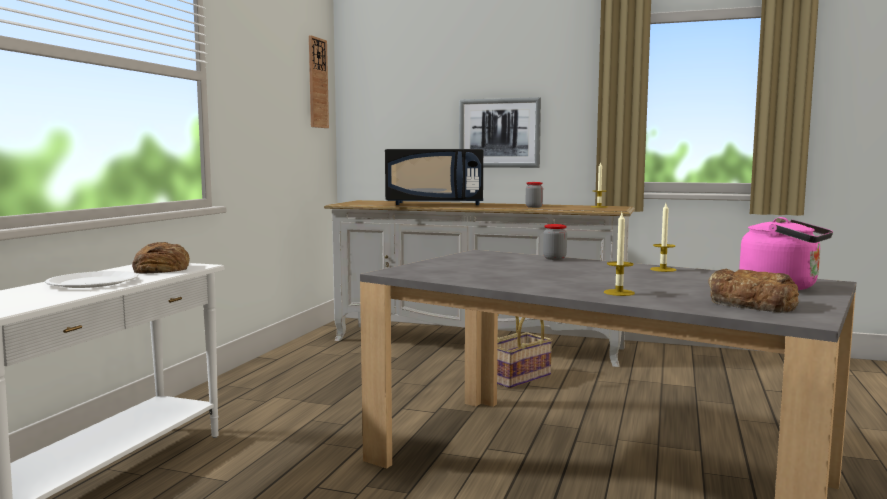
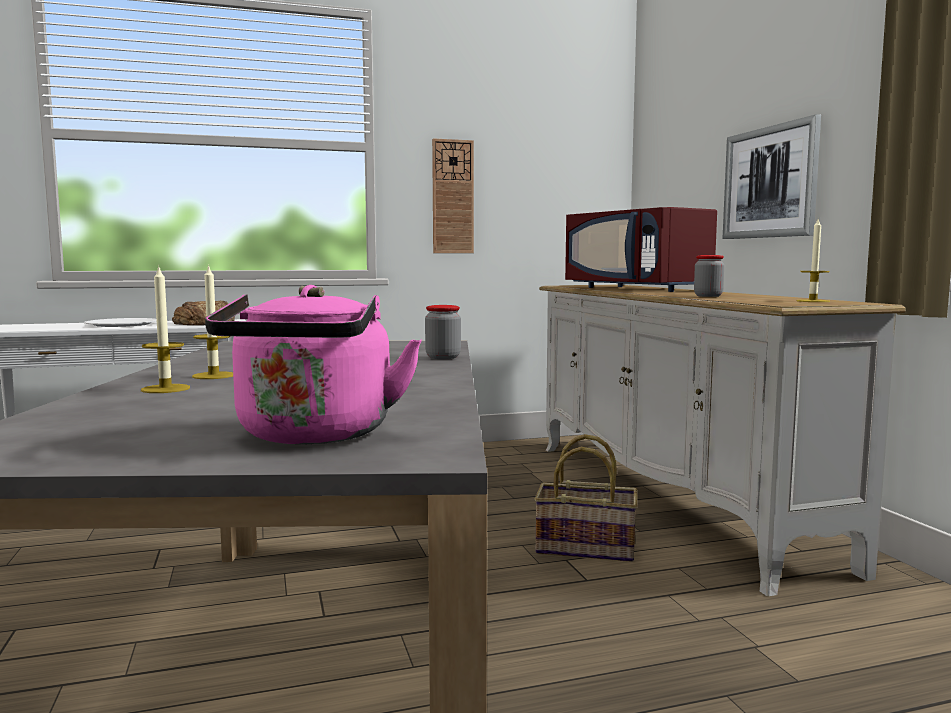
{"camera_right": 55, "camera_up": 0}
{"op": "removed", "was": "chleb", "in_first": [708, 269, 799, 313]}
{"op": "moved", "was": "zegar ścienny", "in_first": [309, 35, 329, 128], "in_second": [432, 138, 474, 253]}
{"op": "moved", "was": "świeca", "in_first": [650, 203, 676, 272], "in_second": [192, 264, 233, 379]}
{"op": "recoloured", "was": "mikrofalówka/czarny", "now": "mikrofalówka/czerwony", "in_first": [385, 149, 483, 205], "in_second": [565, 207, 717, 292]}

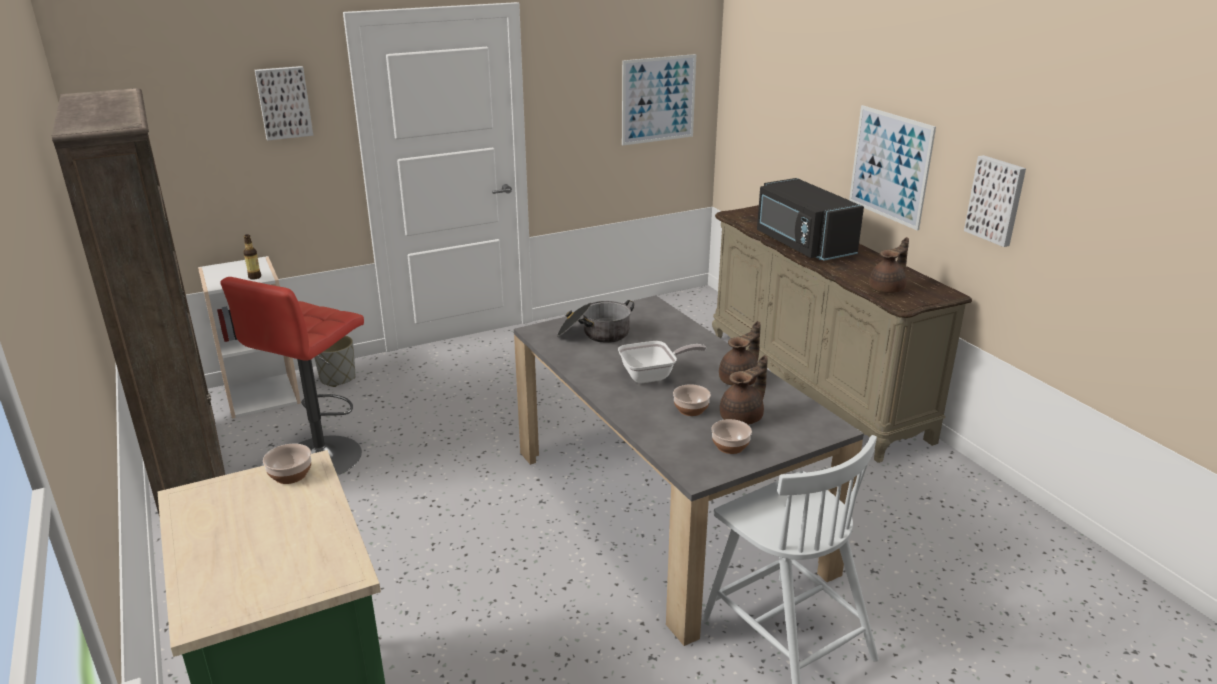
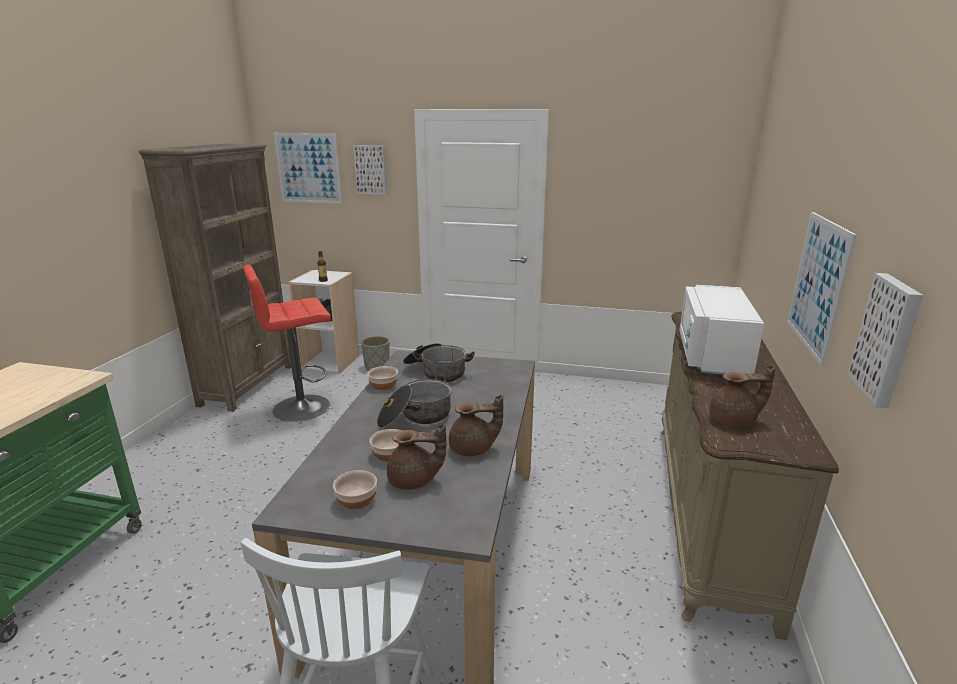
{"camera_right": 40, "camera_up": -5}
{"op": "moved", "was": "miska", "in_first": [263, 444, 311, 484], "in_second": [367, 366, 398, 390]}
{"op": "moved", "was": "obraz", "in_first": [622, 54, 696, 145], "in_second": [274, 133, 342, 203]}
{"op": "replaced", "was": "patelnia", "now": "garnek", "in_first": [618, 341, 706, 383], "in_second": [377, 375, 452, 428]}
{"op": "recoloured", "was": "mikrofalówka/czarny", "now": "mikrofalówka/biały", "in_first": [757, 178, 864, 261], "in_second": [679, 285, 764, 375]}

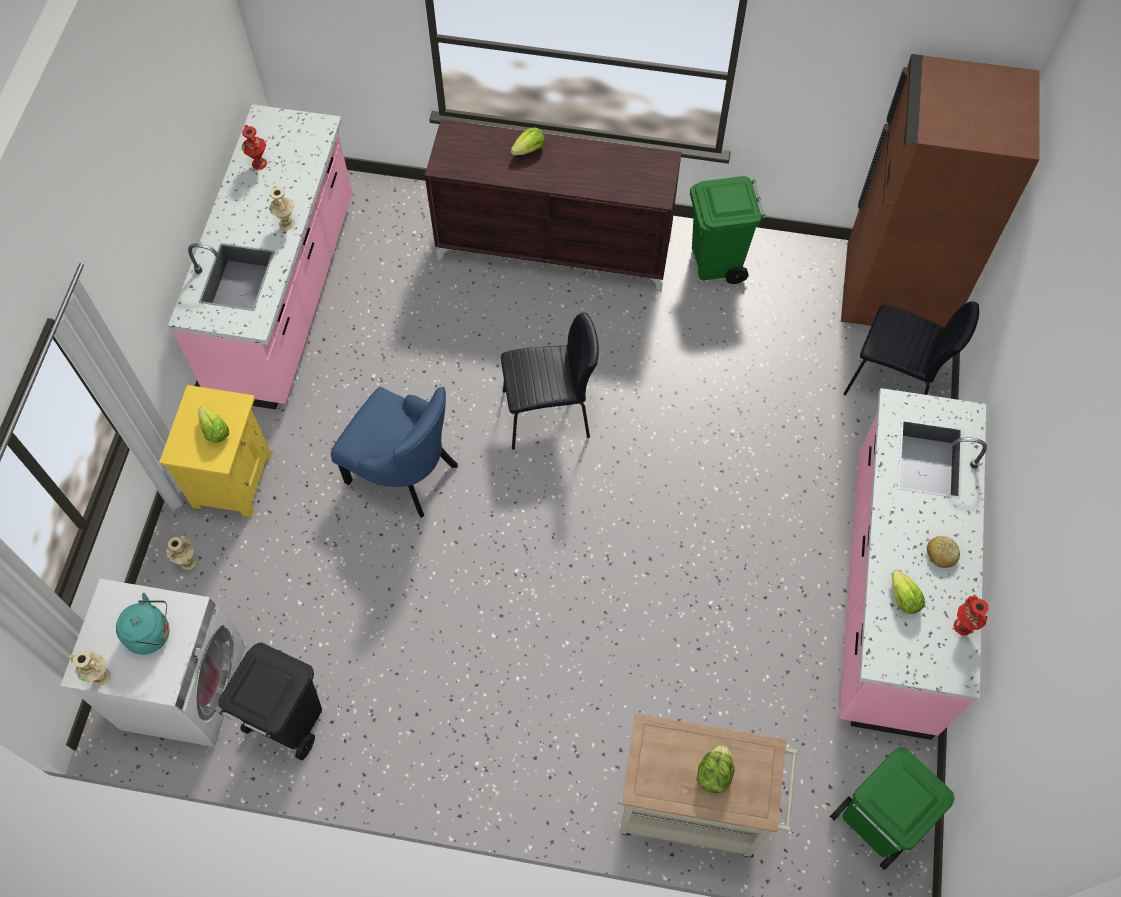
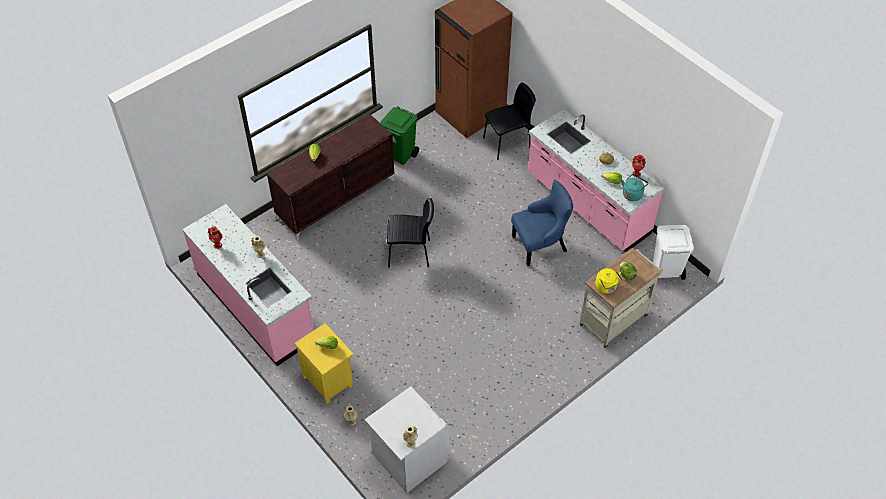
{"camera_right": -50, "camera_up": -10}
{"op": "removed", "was": "kosz na śmieci/czarny", "in_first": [218, 643, 322, 760]}
{"op": "added", "now": "czajnik/żółty", "in_second": [595, 268, 623, 293]}
{"op": "moved", "was": "czajnik/turkusowy", "in_first": [116, 593, 169, 655], "in_second": [621, 174, 649, 201]}
{"op": "moved", "was": "krzesło/niebieski", "in_first": [331, 387, 458, 518], "in_second": [511, 180, 573, 266]}
{"op": "recoloured", "was": "kosz na śmieci/zielony", "now": "kosz na śmieci/biały", "in_first": [830, 747, 954, 870], "in_second": [653, 225, 694, 280]}
{"op": "turned", "was": "krzesło/czarny", "in_first": [501, 312, 599, 450], "in_second": [387, 198, 434, 267], "clockwise": 60}

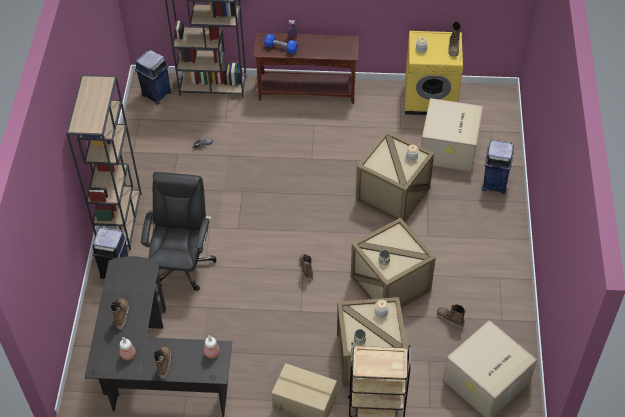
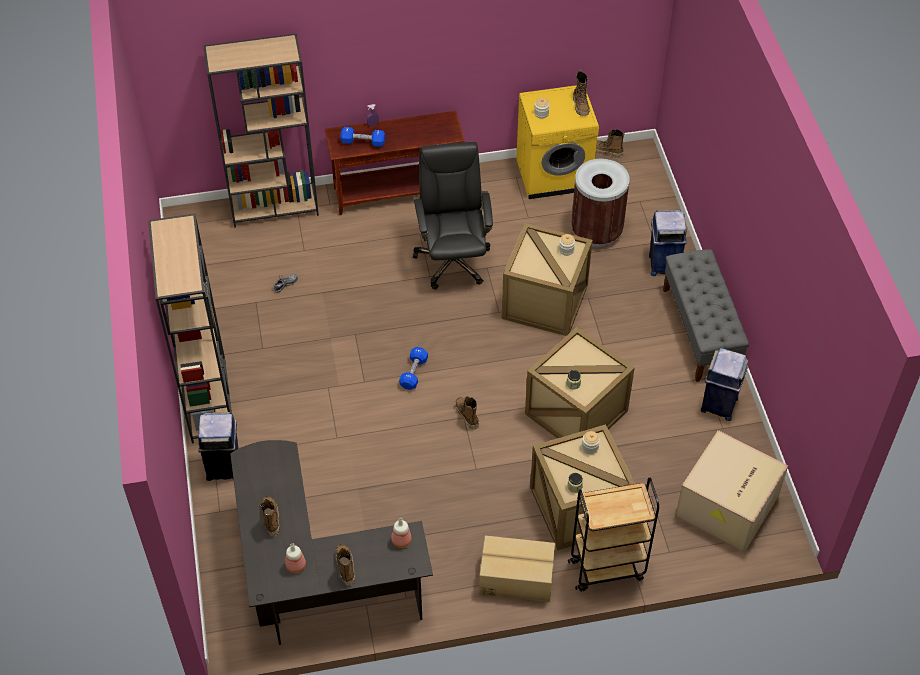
{"camera_right": -15, "camera_up": 0}
{"op": "added", "now": "hantel/niebieski", "in_second": [399, 347, 428, 390]}
{"op": "added", "now": "ławka/szary", "in_second": [663, 249, 749, 382]}
{"op": "moved", "was": "kosz na śmieci/niebieski", "in_first": [135, 50, 172, 105], "in_second": [701, 348, 749, 421]}
{"op": "moved", "was": "krzesło biurowe/czarny", "in_first": [141, 172, 216, 291], "in_second": [413, 142, 493, 290]}
{"op": "moved", "was": "but z cholewką", "in_first": [437, 304, 466, 328], "in_second": [596, 129, 625, 158]}
{"op": "replaced", "was": "karton", "now": "kosz na śmieci/brązowy", "in_first": [421, 98, 483, 172], "in_second": [571, 158, 630, 247]}

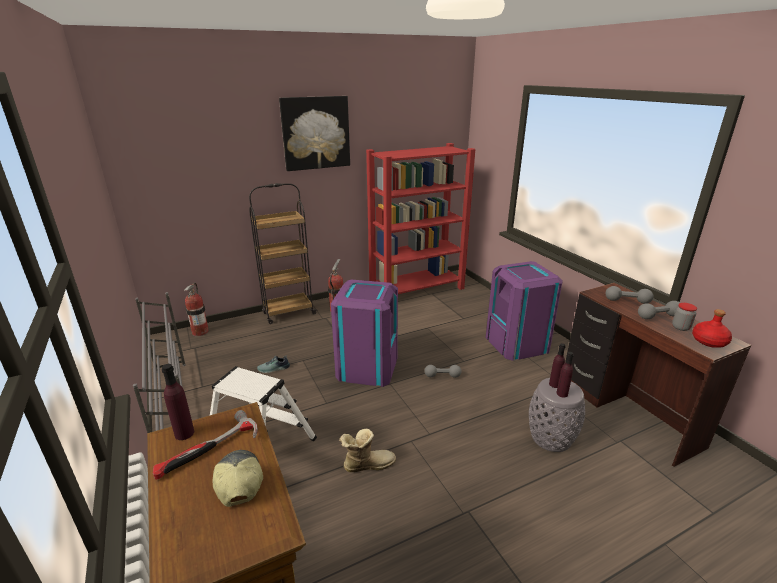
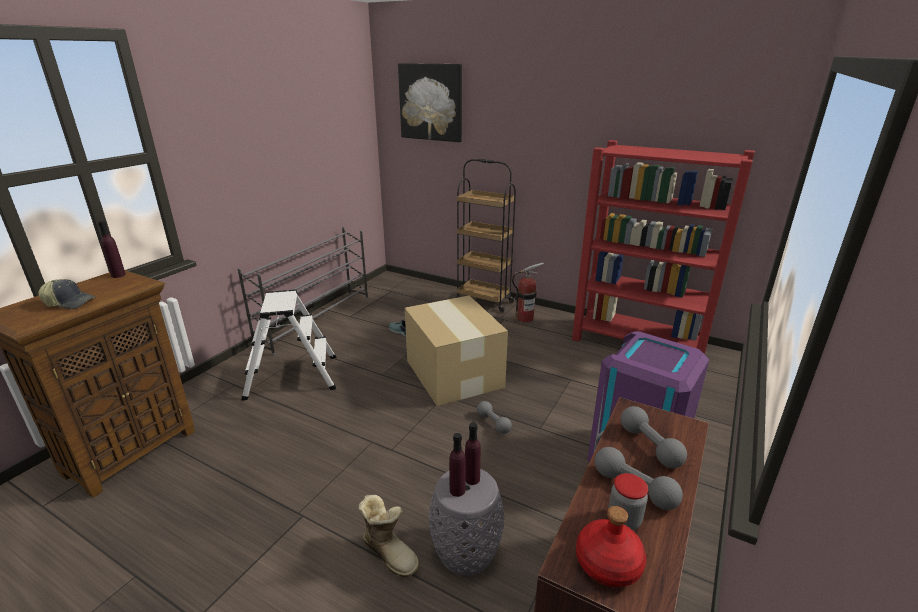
{"camera_right": 55, "camera_up": 0}
{"op": "removed", "was": "młotek", "in_first": [153, 410, 258, 480]}
{"op": "removed", "was": "gaśnica", "in_first": [184, 282, 209, 336]}
{"op": "moved", "was": "obraz", "in_first": [279, 96, 350, 171], "in_second": [398, 63, 462, 142]}
{"op": "moved", "was": "but z cholewką", "in_first": [339, 429, 396, 472], "in_second": [358, 495, 419, 577]}
{"op": "replaced", "was": "kosz na śmieci/fioletowy", "now": "karton", "in_first": [331, 280, 398, 387], "in_second": [405, 296, 508, 406]}
{"op": "turned", "was": "czapka z daszkiem", "in_first": [213, 450, 263, 507], "in_second": [38, 279, 96, 309], "clockwise": 60}

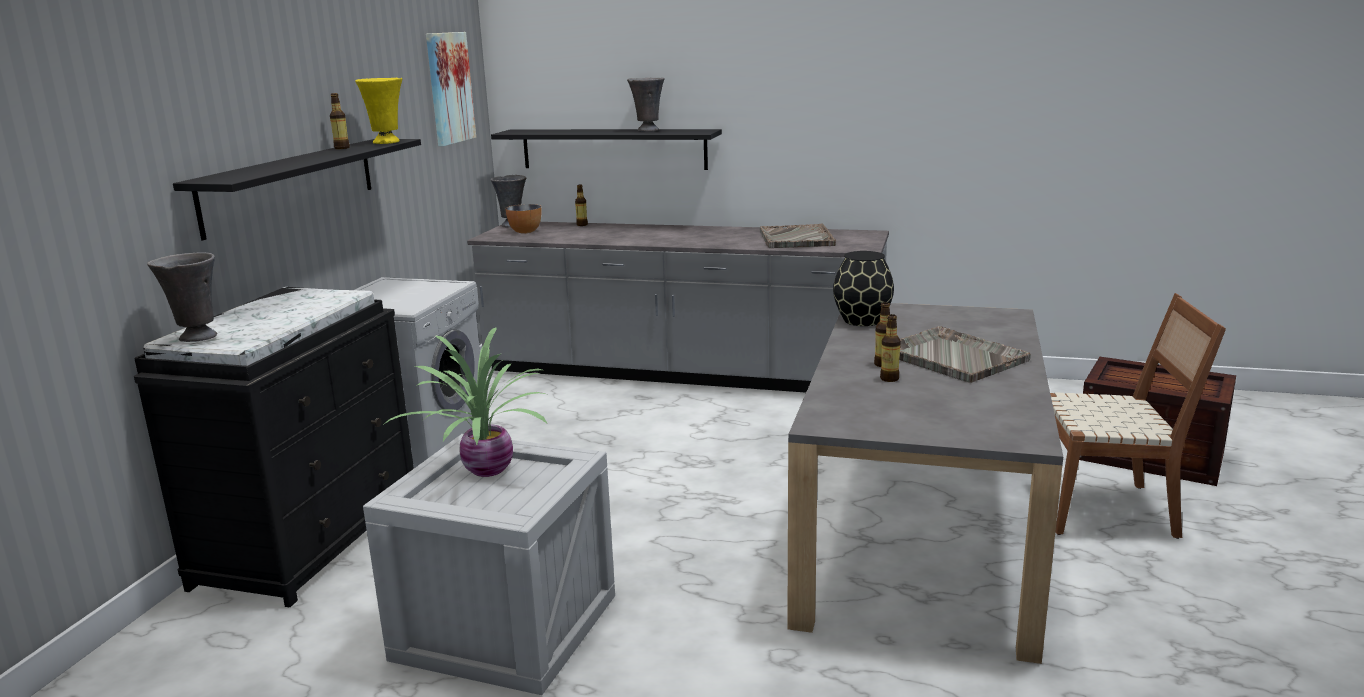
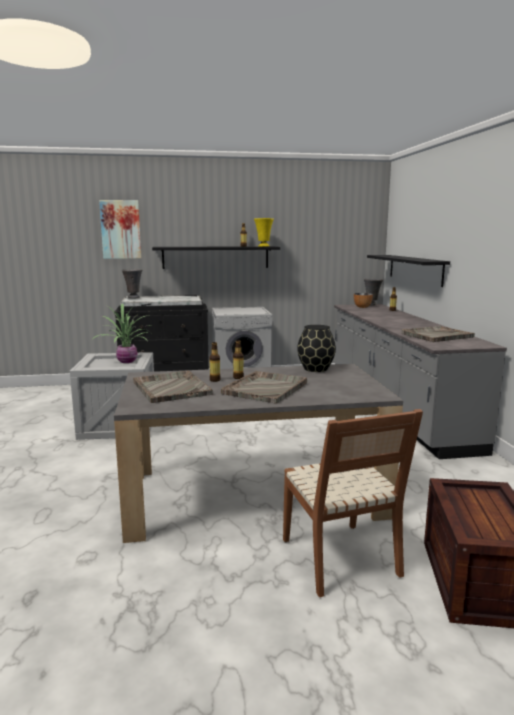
{"camera_right": 65, "camera_up": -5}
{"op": "removed", "was": "wazon/szary", "in_first": [627, 78, 664, 131]}
{"op": "added", "now": "taca/szary", "in_second": [133, 371, 213, 403]}
{"op": "moved", "was": "obraz", "in_first": [426, 32, 476, 146], "in_second": [99, 200, 141, 259]}

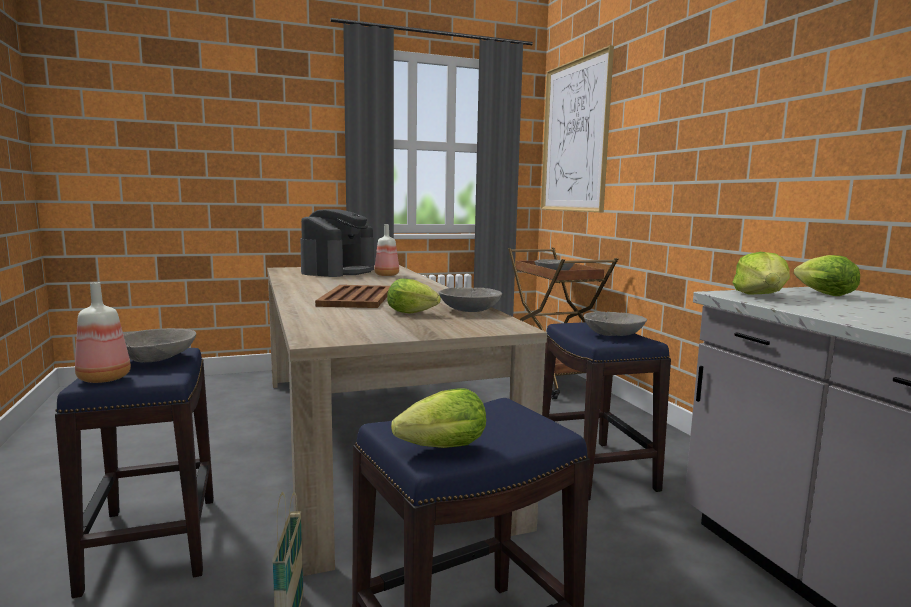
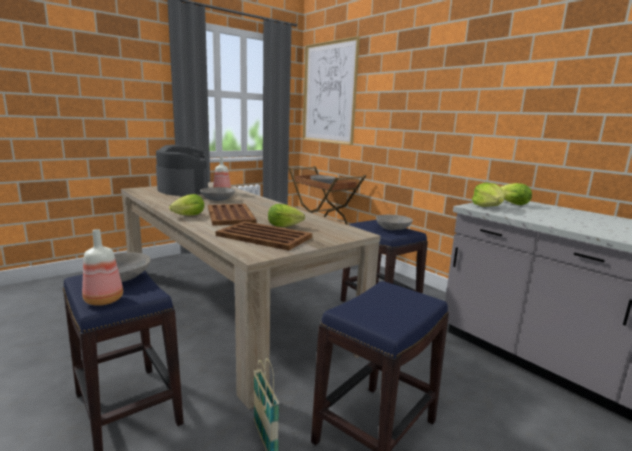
{"camera_right": -20, "camera_up": 5}
{"op": "added", "now": "taca/brązowy", "in_second": [216, 221, 312, 251]}
{"op": "moved", "was": "sałata", "in_first": [391, 388, 486, 448], "in_second": [169, 194, 204, 216]}
{"op": "moved", "was": "miska/szary", "in_first": [438, 287, 502, 312], "in_second": [200, 187, 235, 201]}
{"op": "turned", "was": "ekspres do kawy", "in_first": [301, 209, 374, 277], "in_second": [156, 145, 209, 196], "clockwise": -45}

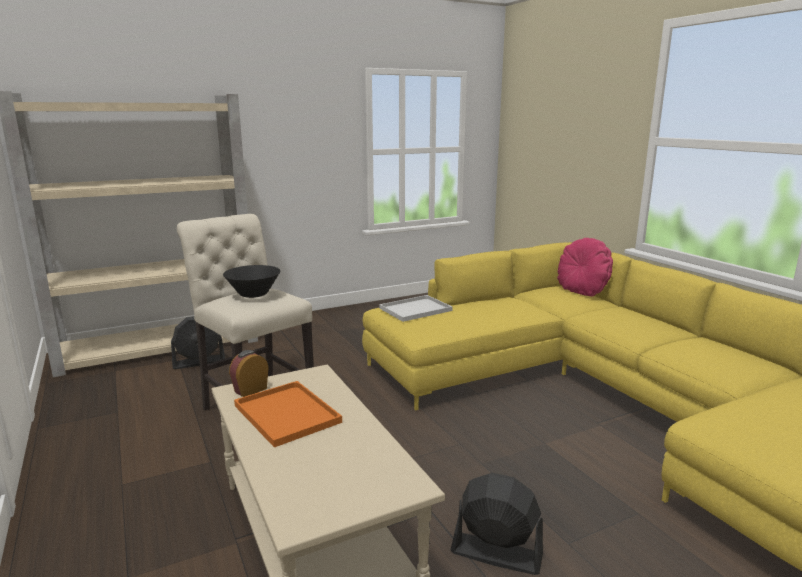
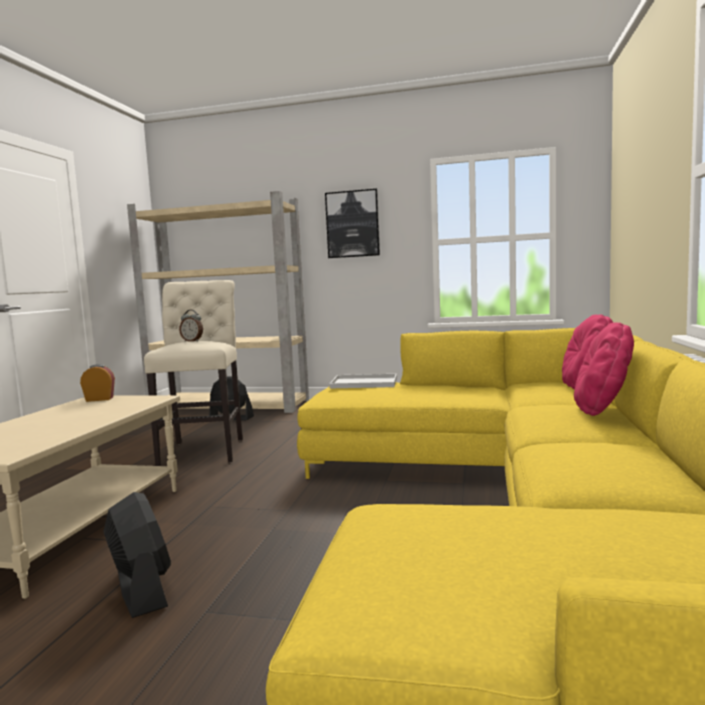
{"camera_right": 40, "camera_up": -10}
{"op": "removed", "was": "taca/pomarańczowy", "in_first": [234, 381, 342, 447]}
{"op": "added", "now": "obraz", "in_second": [325, 189, 380, 258]}
{"op": "added", "now": "poduszka/różowy", "in_second": [574, 322, 634, 416]}
{"op": "replaced", "was": "miska/czarny", "now": "budzik", "in_first": [223, 265, 280, 298], "in_second": [179, 310, 203, 342]}

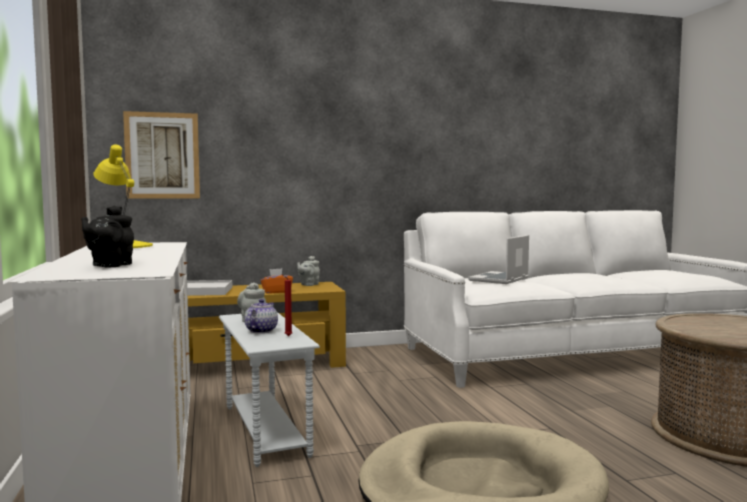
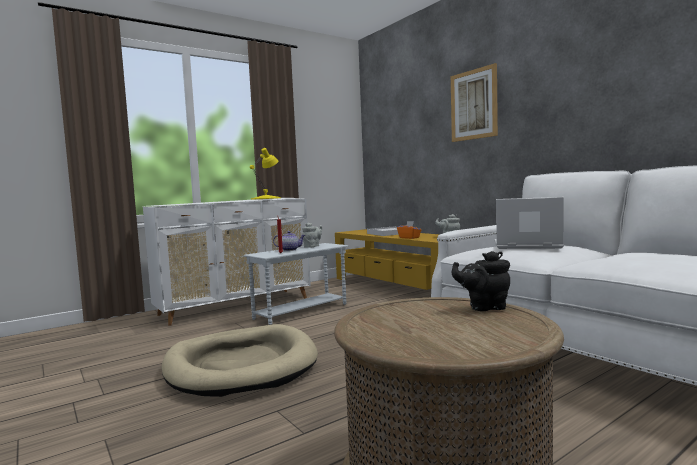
{"camera_right": 70, "camera_up": 0}
{"op": "moved", "was": "imbryk/czarny", "in_first": [81, 206, 134, 267], "in_second": [452, 251, 510, 311]}
{"op": "moved", "was": "obraz", "in_first": [123, 111, 200, 199], "in_second": [451, 63, 498, 142]}

